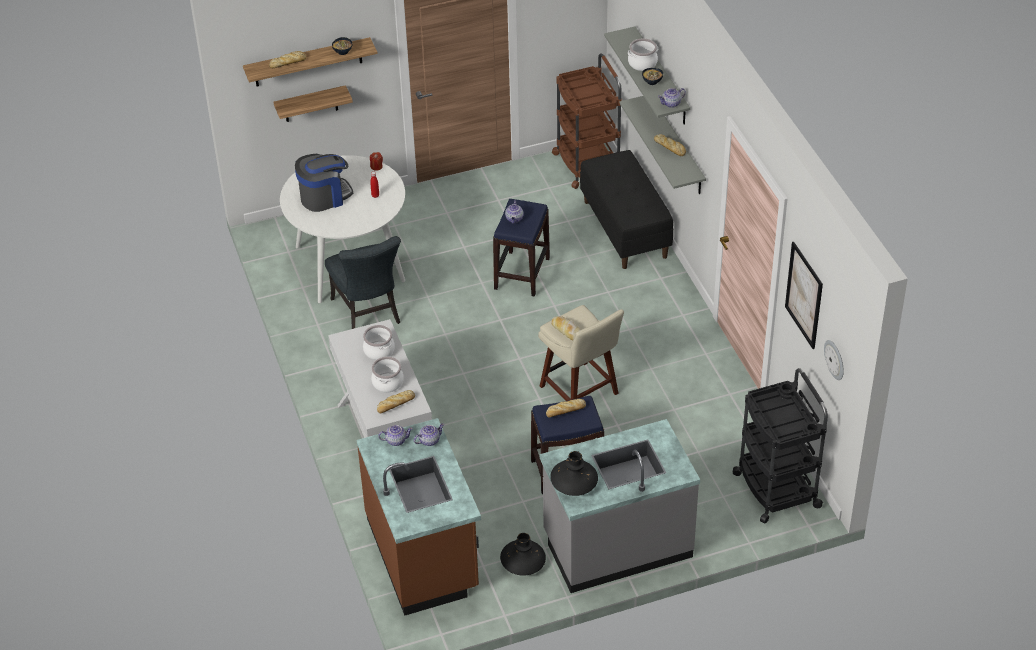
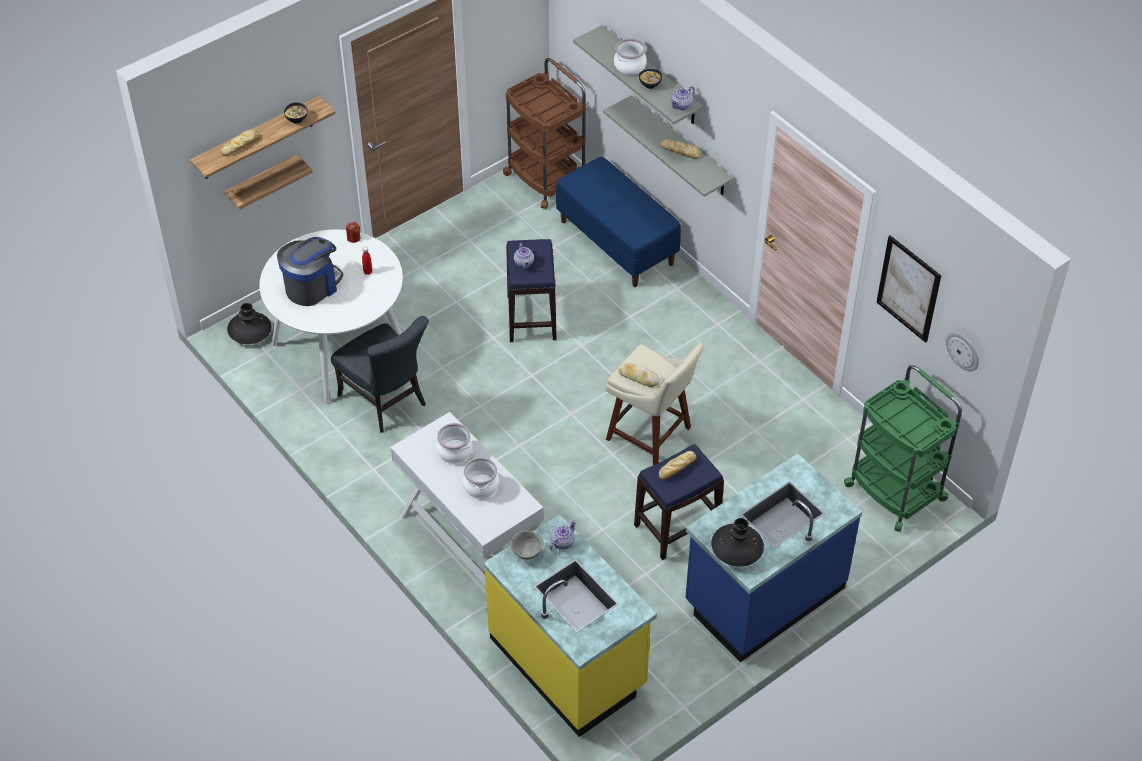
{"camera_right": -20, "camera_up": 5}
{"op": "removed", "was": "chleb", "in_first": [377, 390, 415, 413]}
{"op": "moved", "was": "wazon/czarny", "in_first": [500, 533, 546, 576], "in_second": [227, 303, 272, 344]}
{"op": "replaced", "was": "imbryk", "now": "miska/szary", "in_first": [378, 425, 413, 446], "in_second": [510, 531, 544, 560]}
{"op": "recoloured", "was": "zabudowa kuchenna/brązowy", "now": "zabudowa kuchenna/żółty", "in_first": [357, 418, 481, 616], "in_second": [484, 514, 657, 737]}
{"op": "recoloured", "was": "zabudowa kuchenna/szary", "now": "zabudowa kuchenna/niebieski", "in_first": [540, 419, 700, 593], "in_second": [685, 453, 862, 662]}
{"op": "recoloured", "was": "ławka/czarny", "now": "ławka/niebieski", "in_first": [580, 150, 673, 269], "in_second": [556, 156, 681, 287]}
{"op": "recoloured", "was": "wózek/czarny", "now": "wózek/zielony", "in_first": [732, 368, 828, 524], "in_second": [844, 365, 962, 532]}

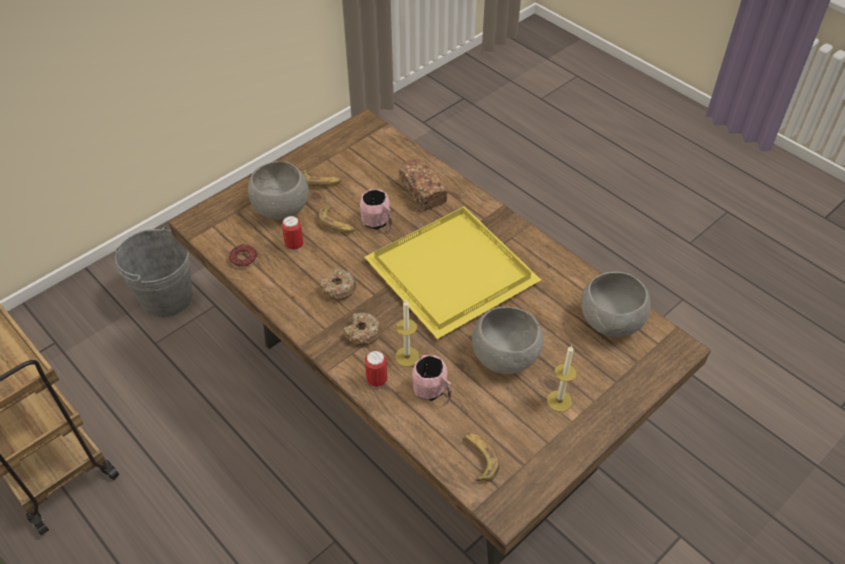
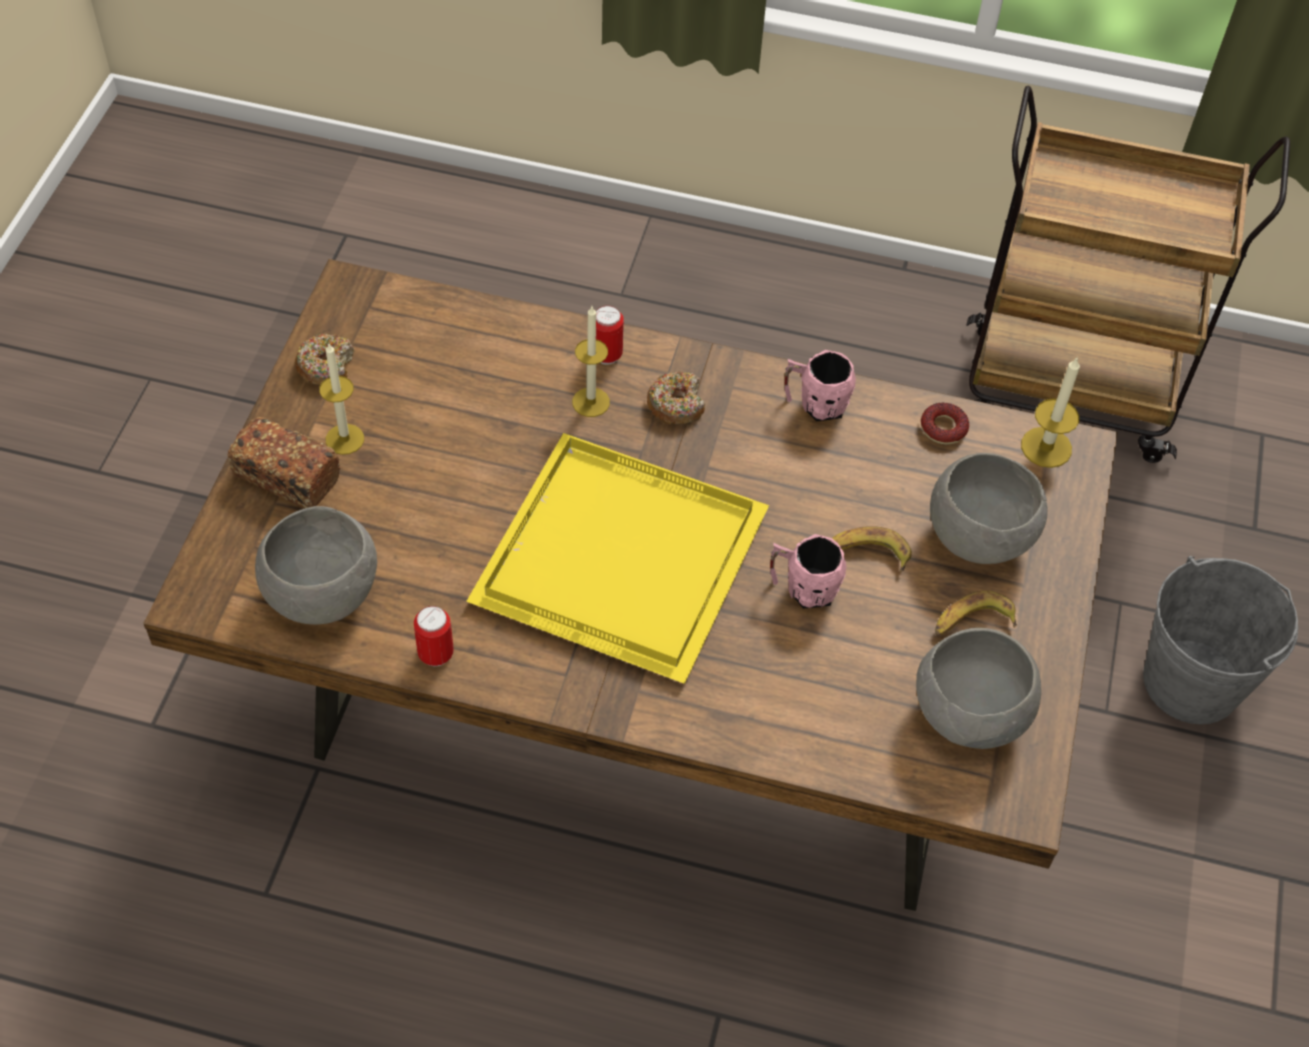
{"camera_right": 145, "camera_up": 5}
{"op": "removed", "was": "banan", "in_first": [465, 433, 499, 481]}
{"op": "added", "now": "świeca", "in_second": [1021, 356, 1080, 468]}
{"op": "moved", "was": "puszka", "in_first": [282, 216, 303, 251], "in_second": [414, 606, 454, 666]}
{"op": "moved", "was": "donut", "in_first": [320, 269, 356, 300], "in_second": [295, 334, 355, 385]}
{"op": "moved", "was": "chleb", "in_first": [398, 159, 447, 211], "in_second": [228, 417, 340, 508]}
{"op": "moved", "was": "kubek/różowy", "in_first": [412, 355, 451, 404], "in_second": [785, 350, 856, 422]}
{"op": "moved", "was": "miska/szary", "in_first": [472, 307, 543, 374], "in_second": [916, 628, 1041, 749]}

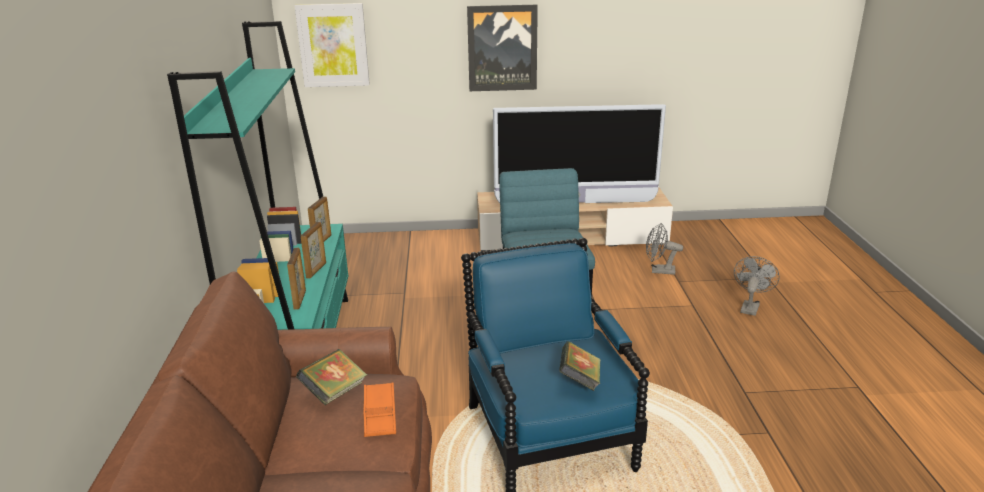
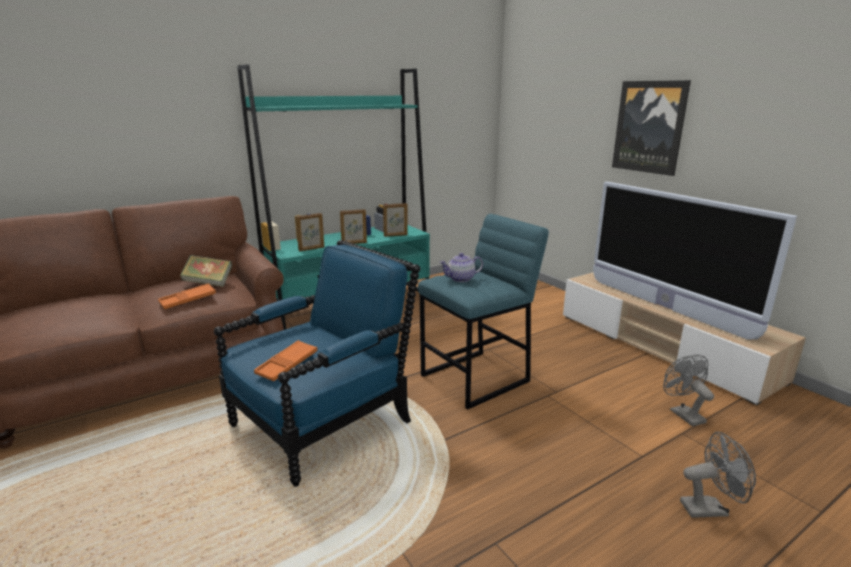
{"camera_right": 60, "camera_up": -5}
{"op": "removed", "was": "obraz", "in_first": [295, 3, 370, 87]}
{"op": "added", "now": "imbryk", "in_second": [440, 253, 483, 282]}
{"op": "replaced", "was": "książka", "now": "taca/pomarańczowy", "in_first": [559, 341, 600, 391], "in_second": [254, 340, 318, 381]}

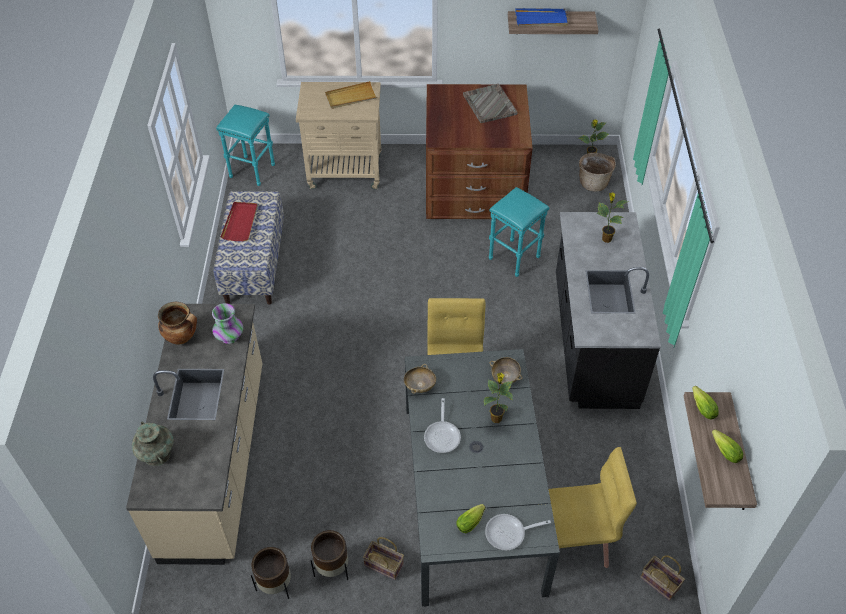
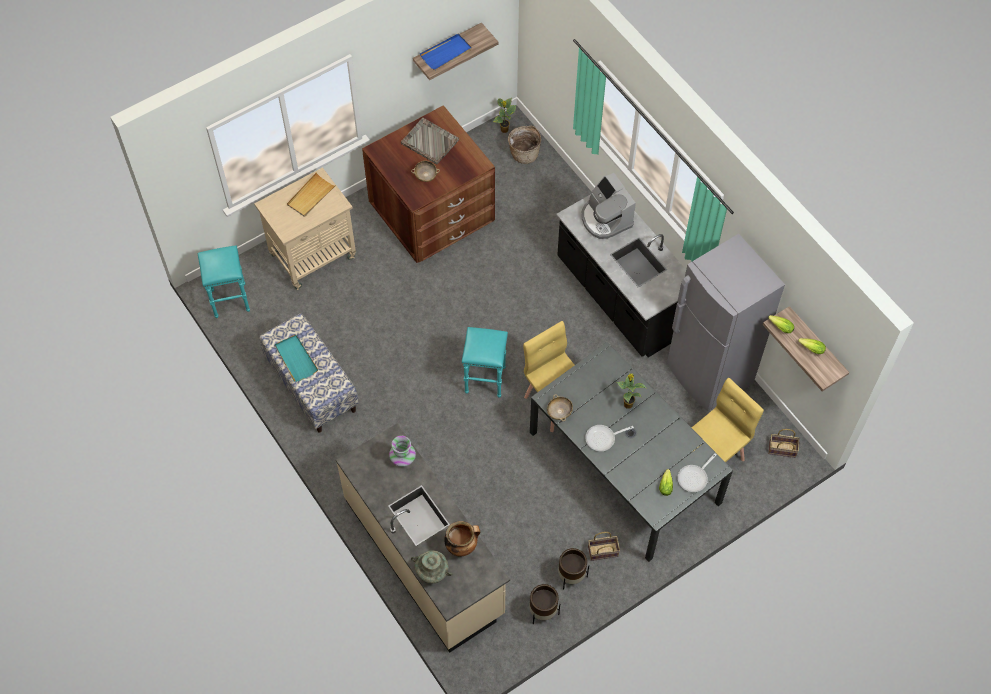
{"camera_right": -35, "camera_up": 10}
{"op": "added", "now": "lodówka/szary", "in_second": [667, 234, 785, 411]}
{"op": "moved", "was": "garnek", "in_first": [158, 302, 197, 345], "in_second": [444, 521, 480, 556]}
{"op": "moved", "was": "stołek/turkusowy", "in_first": [489, 187, 549, 277], "in_second": [462, 327, 508, 398]}
{"op": "moved", "was": "miska/beżowy", "in_first": [490, 357, 523, 384], "in_second": [411, 161, 440, 182]}
{"op": "replaced", "was": "roślina doniczkowa", "now": "ekspres do kawy", "in_first": [596, 192, 628, 243], "in_second": [582, 173, 636, 239]}
{"op": "recoloured", "was": "taca/czerwony", "now": "taca/turkusowy", "in_first": [220, 202, 258, 241], "in_second": [275, 335, 318, 382]}
{"op": "turned", "was": "patelnia", "in_first": [424, 398, 461, 453], "in_second": [585, 425, 634, 451], "clockwise": 105}

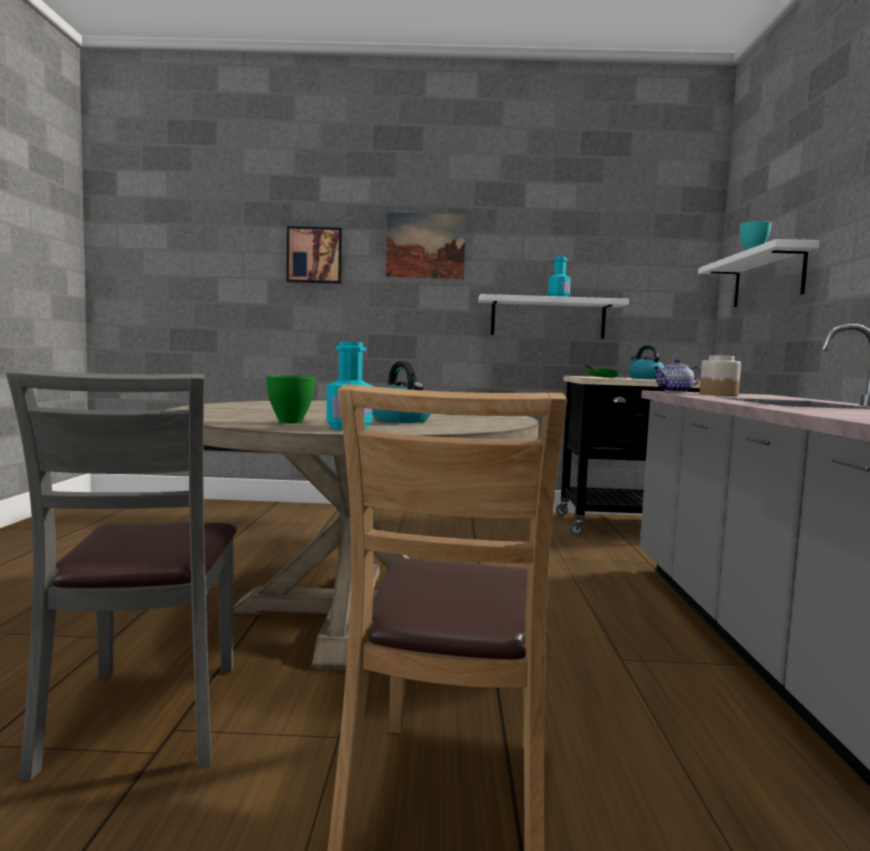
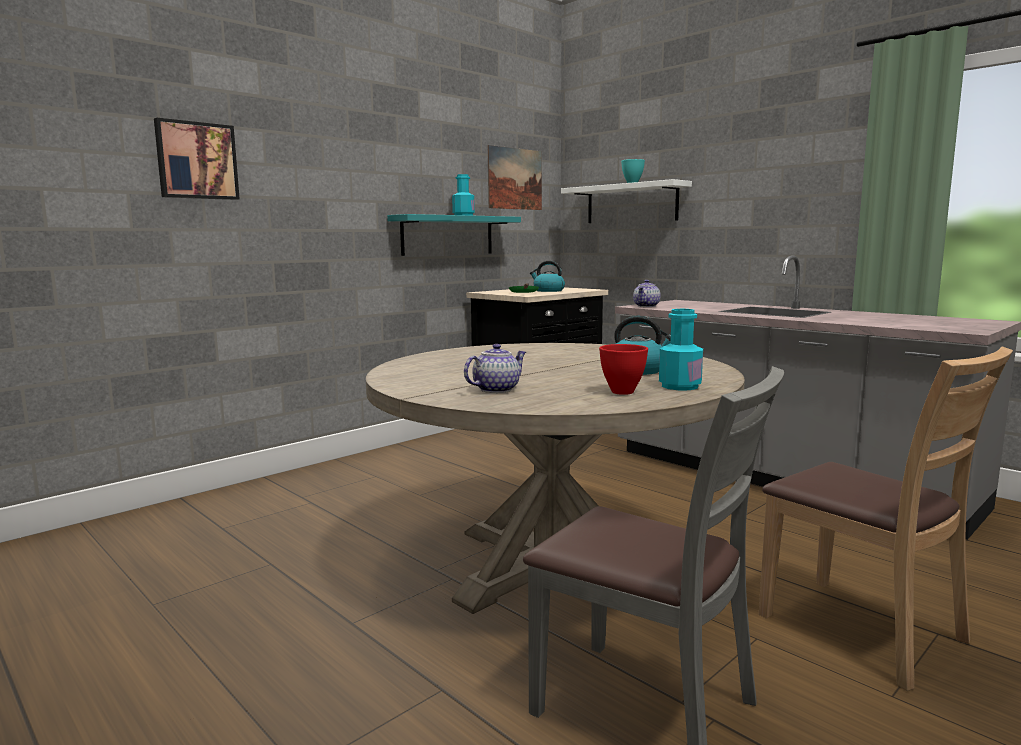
{"camera_right": -45, "camera_up": 5}
{"op": "removed", "was": "słoik", "in_first": [700, 355, 741, 396]}
{"op": "added", "now": "imbryk", "in_second": [464, 344, 526, 393]}
{"op": "moved", "was": "obraz", "in_first": [386, 212, 466, 279], "in_second": [488, 145, 542, 210]}
{"op": "recoloured", "was": "miska/zielony", "now": "miska/czerwony", "in_first": [266, 375, 316, 423], "in_second": [599, 344, 648, 395]}
{"op": "recoloured", "was": "półka/biały", "now": "półka/turkusowy", "in_first": [478, 294, 629, 339], "in_second": [387, 214, 521, 256]}

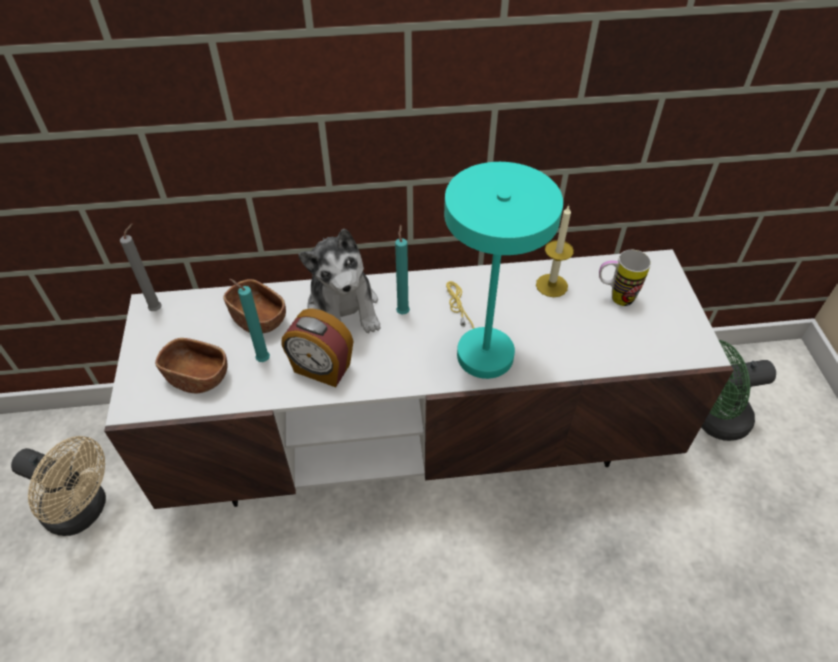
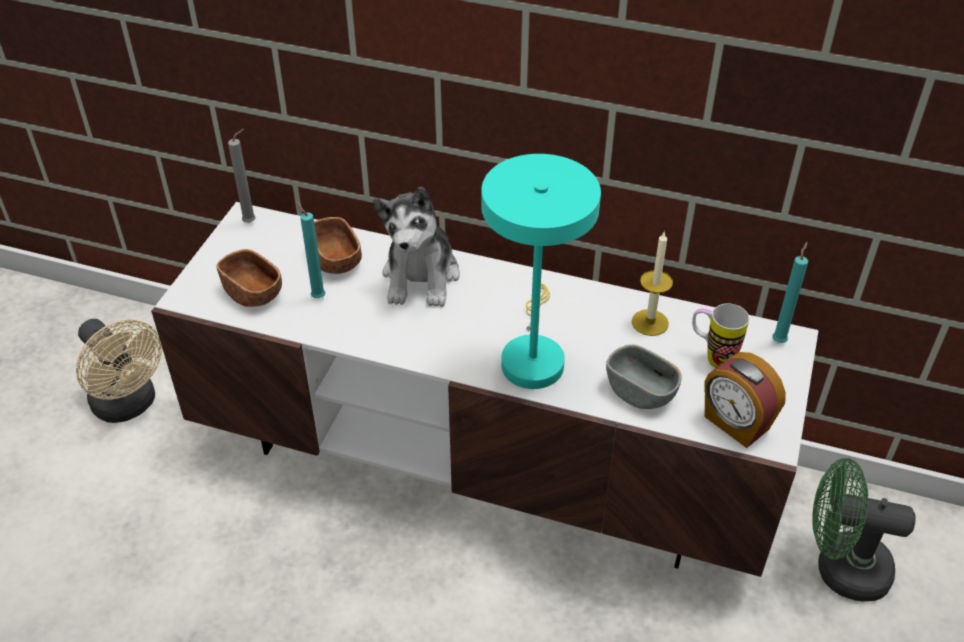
{"camera_right": 25, "camera_up": -5}
{"op": "added", "now": "miska/szary", "in_second": [606, 344, 682, 409]}
{"op": "moved", "was": "budzik", "in_first": [281, 308, 354, 387], "in_second": [704, 352, 786, 448]}
{"op": "moved", "was": "świeca/turkusowy", "in_first": [395, 225, 410, 315], "in_second": [772, 242, 808, 343]}

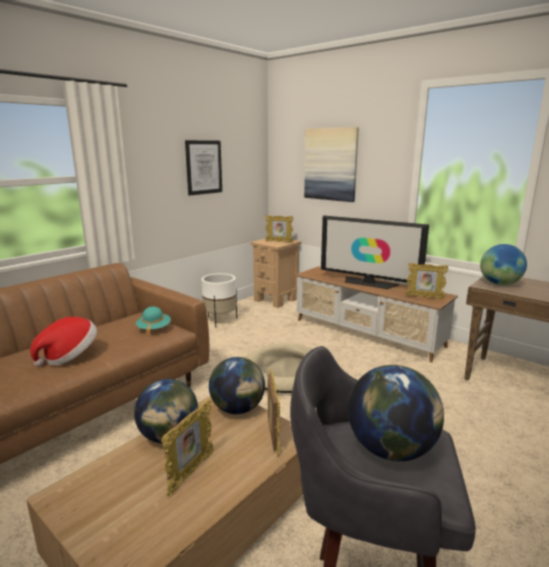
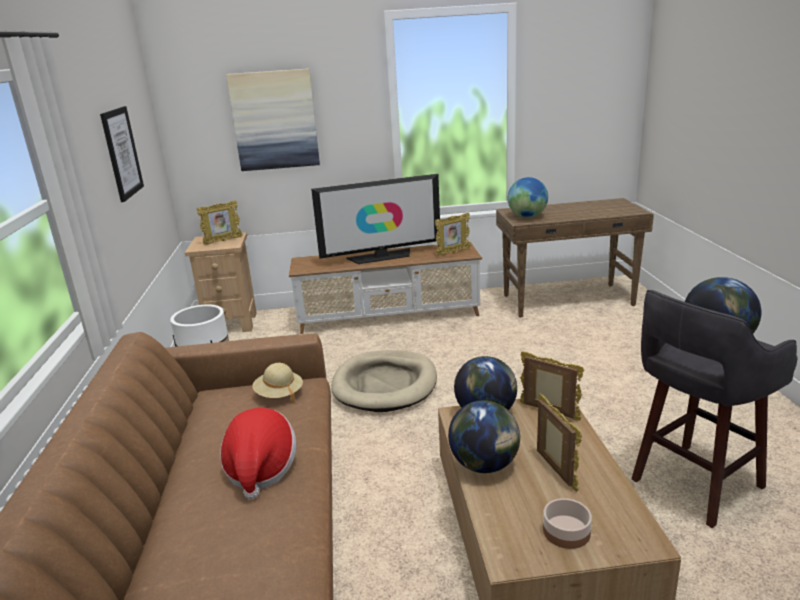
{"camera_right": -45, "camera_up": 5}
{"op": "added", "now": "miska", "in_second": [543, 498, 592, 549]}
{"op": "recoloured", "was": "kapelusz/turkusowy", "now": "kapelusz/beżowy", "in_first": [136, 307, 171, 336], "in_second": [252, 363, 303, 403]}

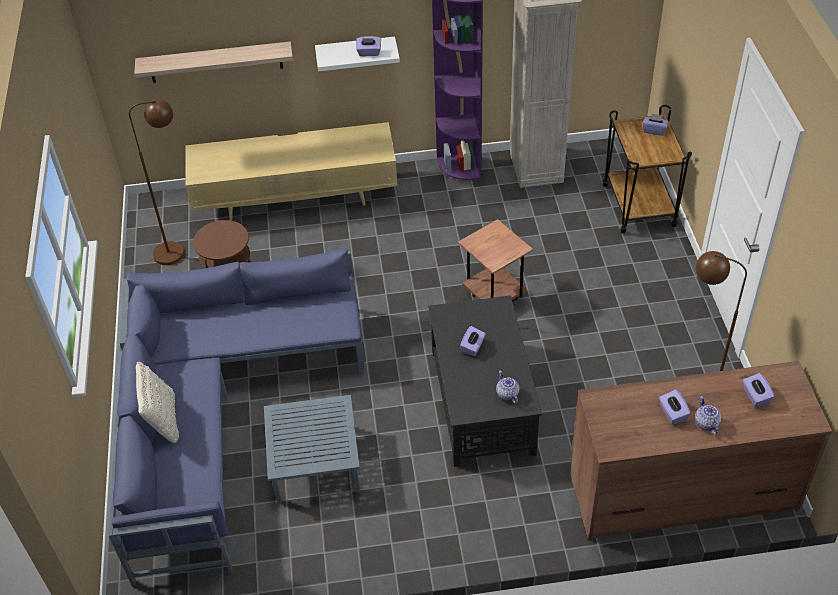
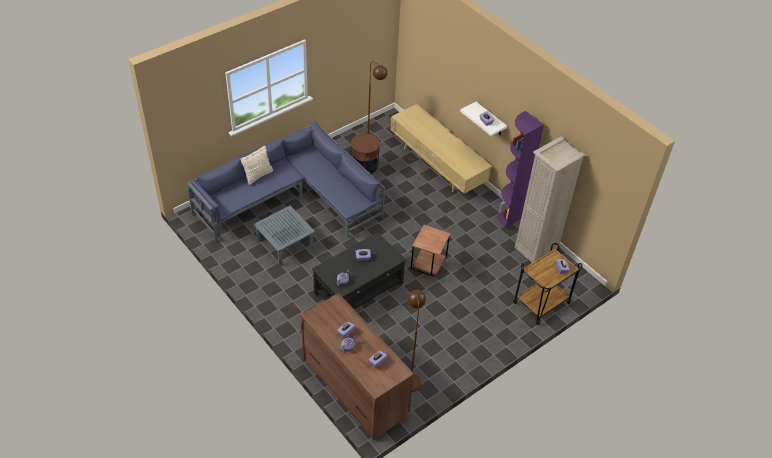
{"camera_right": 55, "camera_up": 0}
{"op": "removed", "was": "półka", "in_first": [134, 41, 293, 83]}

